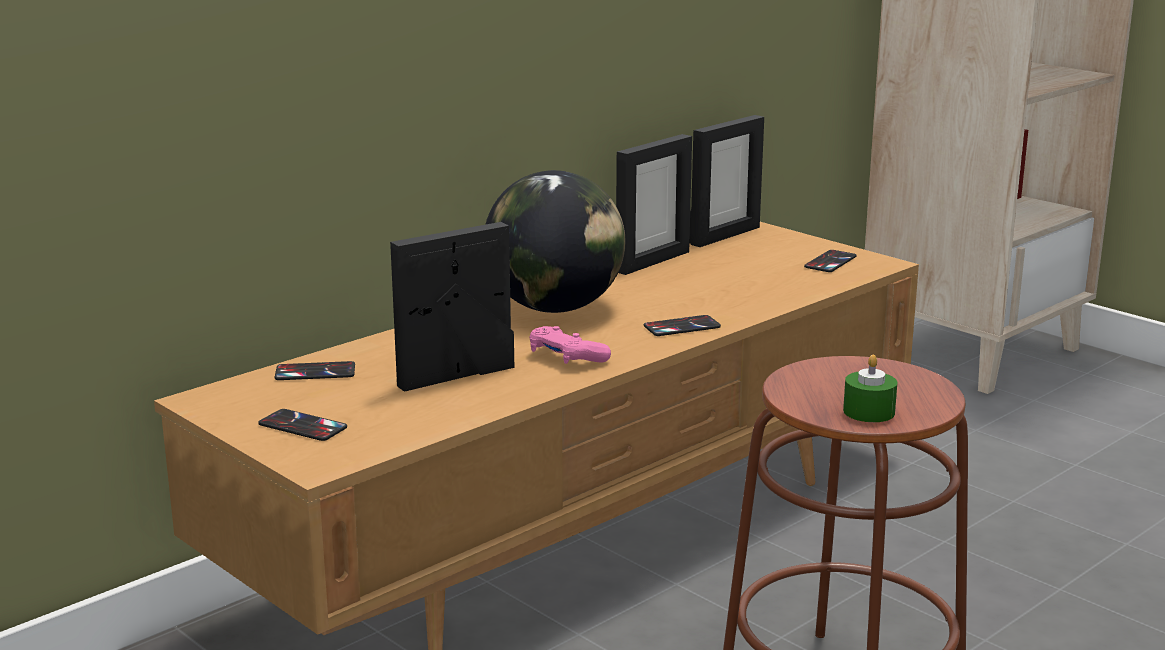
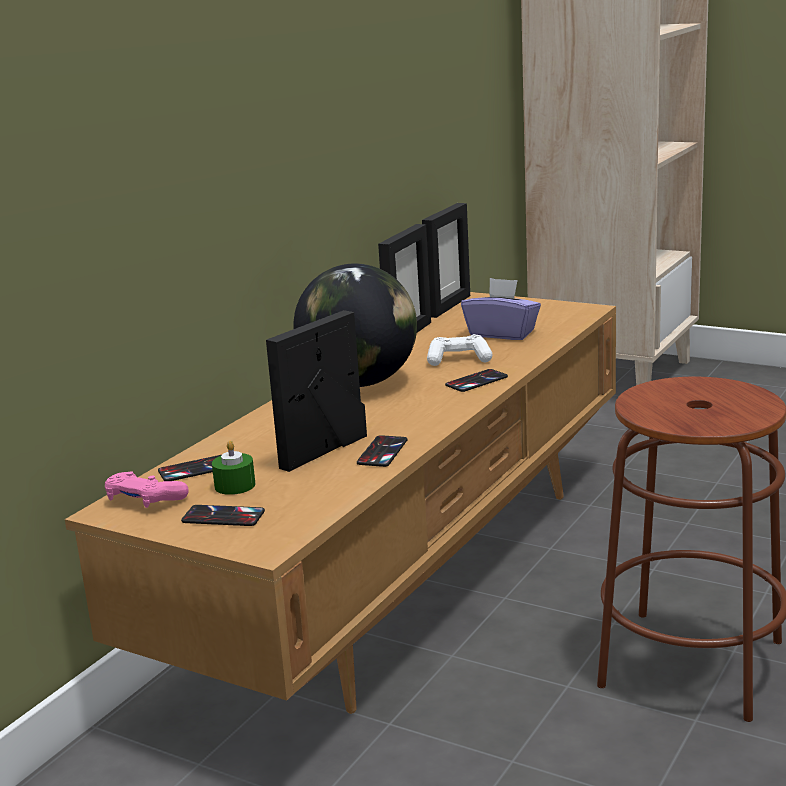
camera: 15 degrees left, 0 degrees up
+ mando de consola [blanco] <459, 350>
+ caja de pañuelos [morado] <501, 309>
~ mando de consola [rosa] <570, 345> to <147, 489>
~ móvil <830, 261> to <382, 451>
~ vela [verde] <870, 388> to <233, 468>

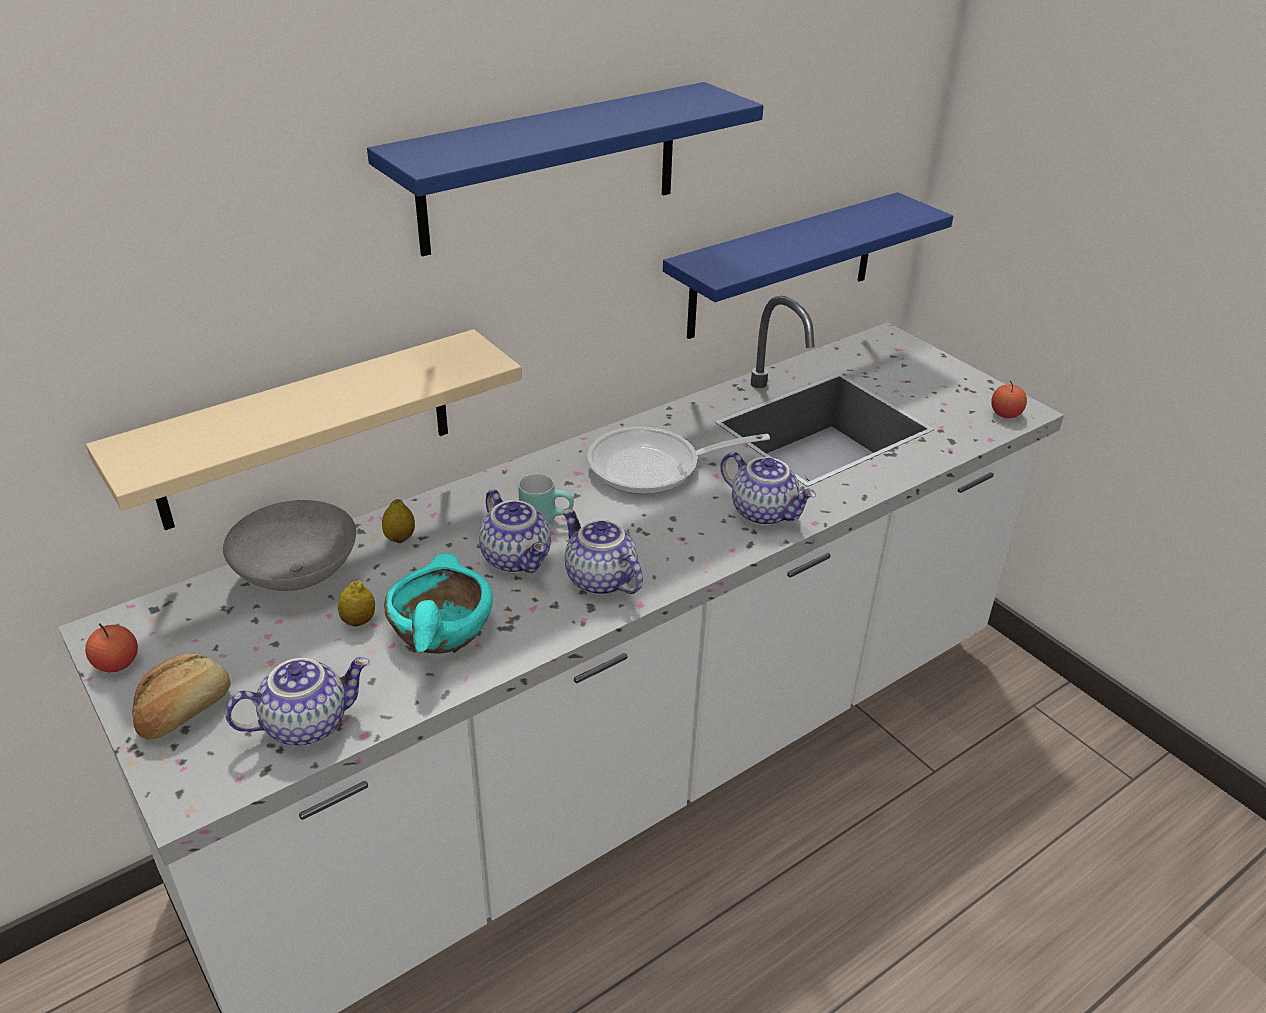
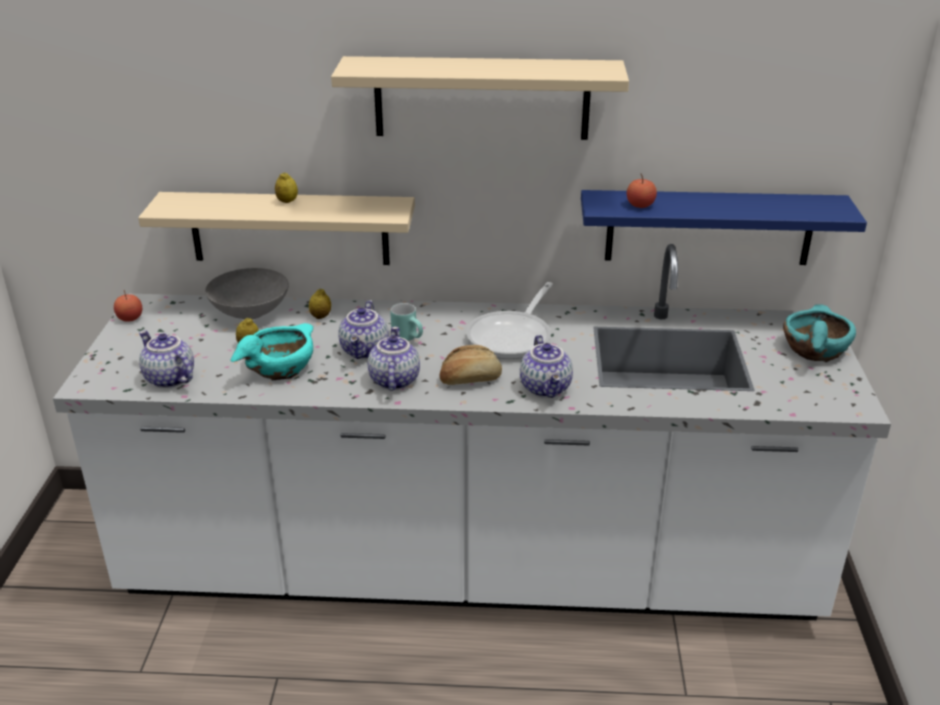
camera: 40 degrees right, 5 degrees down
+ limón <286, 188>
+ cuenco [turquesa] <819, 333>
~ pan <181, 697> to <470, 365>
~ manzana <1009, 399> to <642, 191>
~ estante [azul] <565, 169> to estante [beis] <480, 98>
~ tetera <297, 701> = <166, 359> 150 degrees counterclockwise
~ sartén <678, 460> = <509, 320> 90 degrees counterclockwise

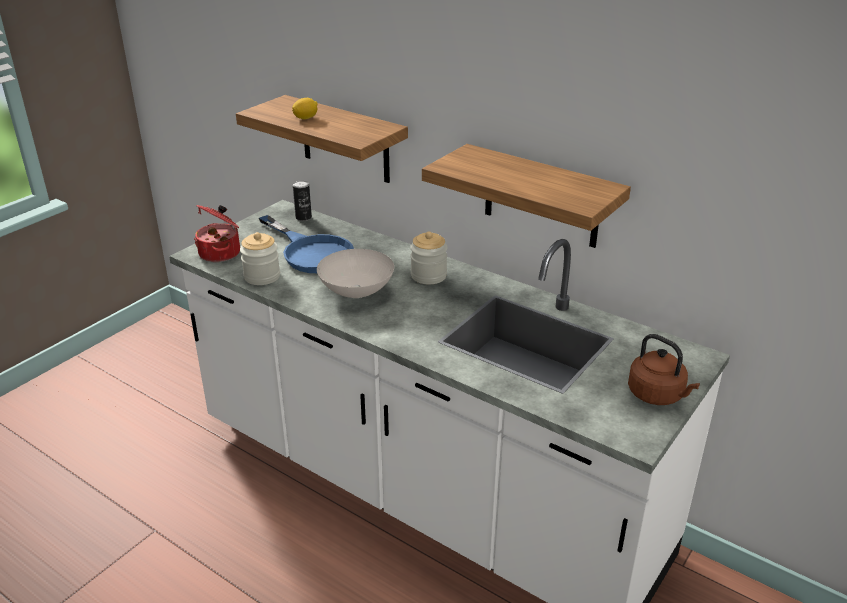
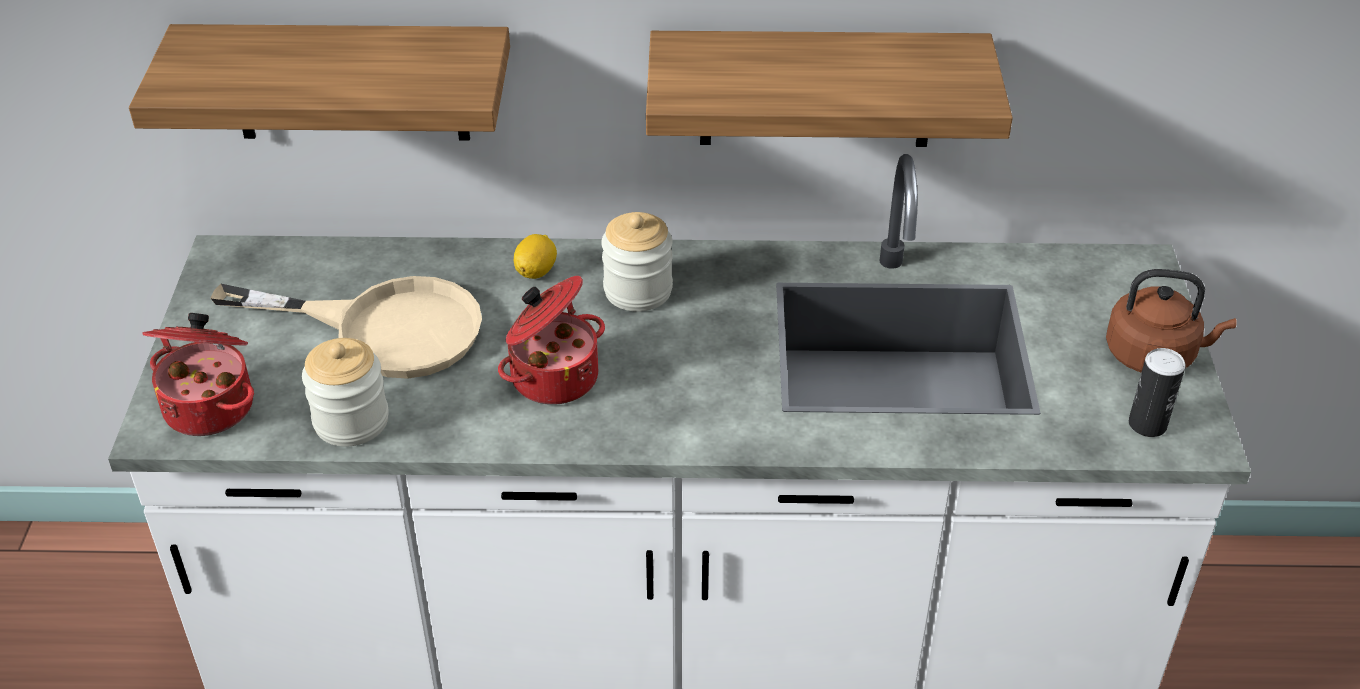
camera: 35 degrees left, 10 degrees up
~ limón <305, 108> to <535, 256>
~ lata <302, 200> to <1157, 392>
~ cuenco [blanco] <355, 273> to olla <551, 340>
~ sartén [azul] <306, 244> to sartén [beis] <346, 327>

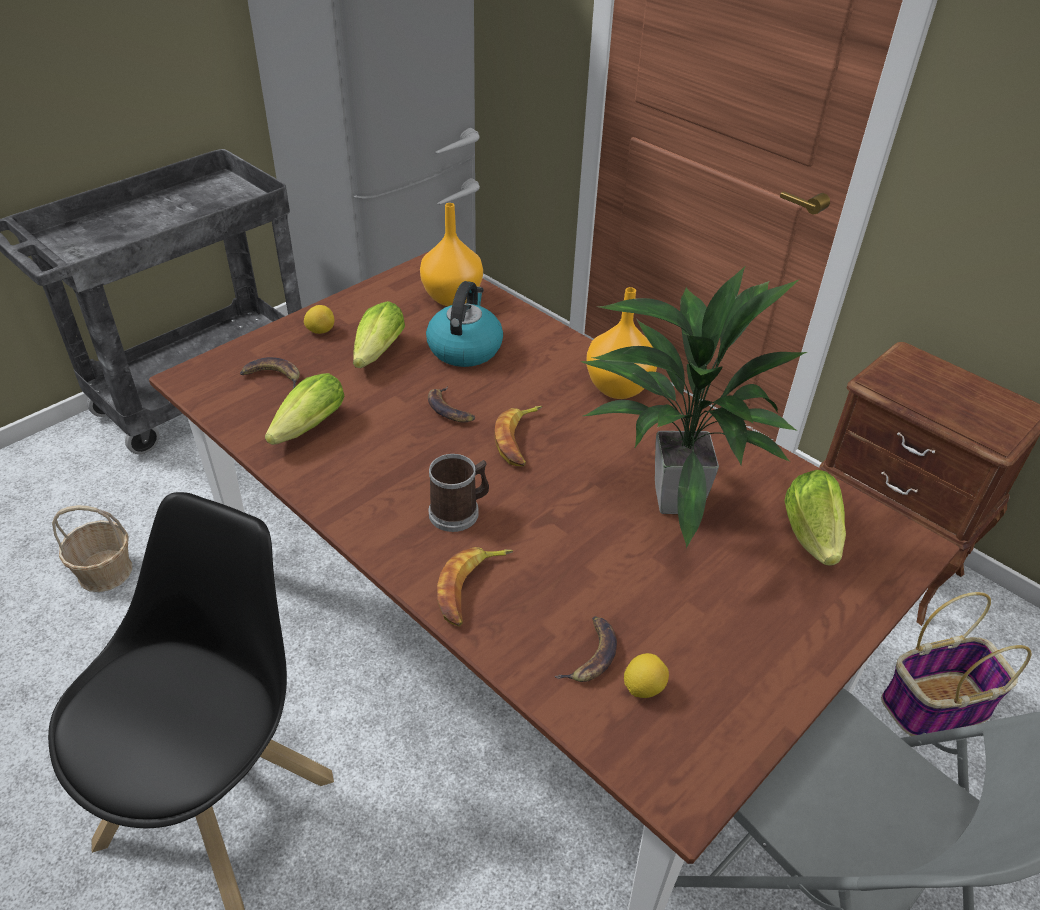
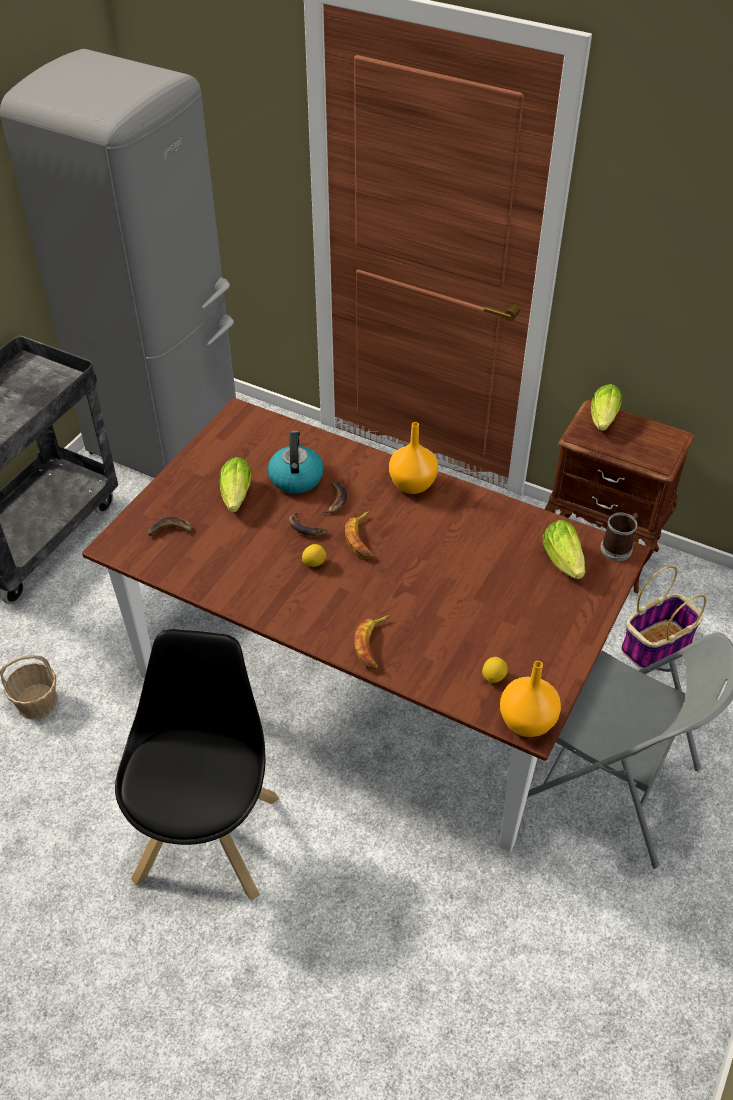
camera: 15 degrees left, 5 degrees up
- planta en maceta <693, 407>
~ lechuga <304, 409> to <606, 407>
~ limón <319, 319> to <314, 555>
~ florero [naranja] <451, 254> to <530, 699>
~ taza grande <458, 493> to <619, 537>
~ plátano <585, 649> to <333, 498>

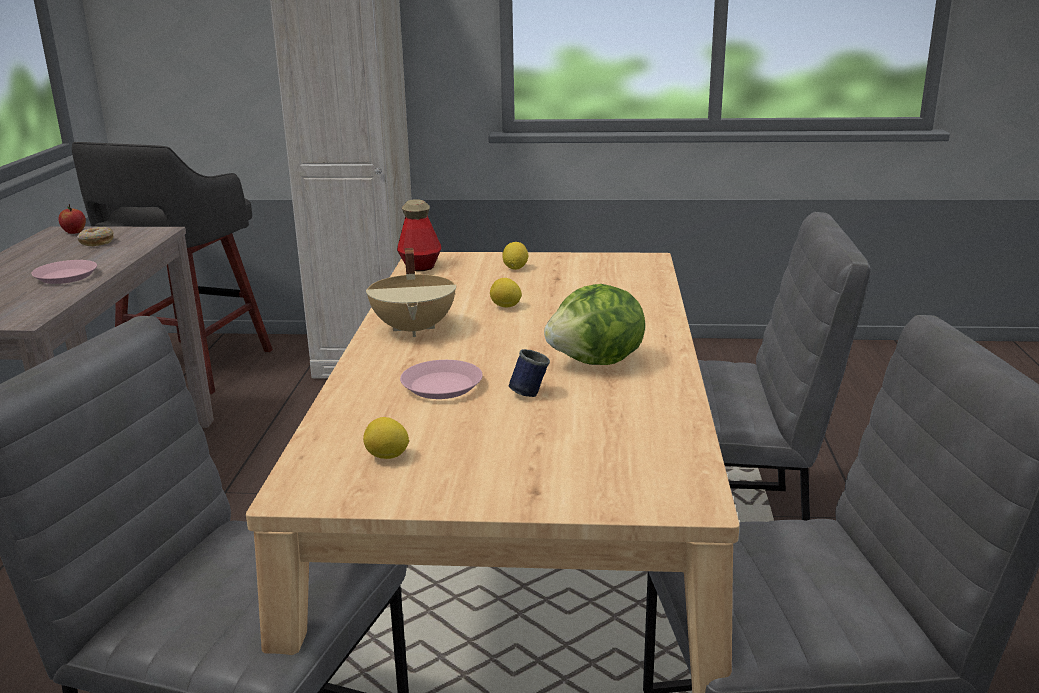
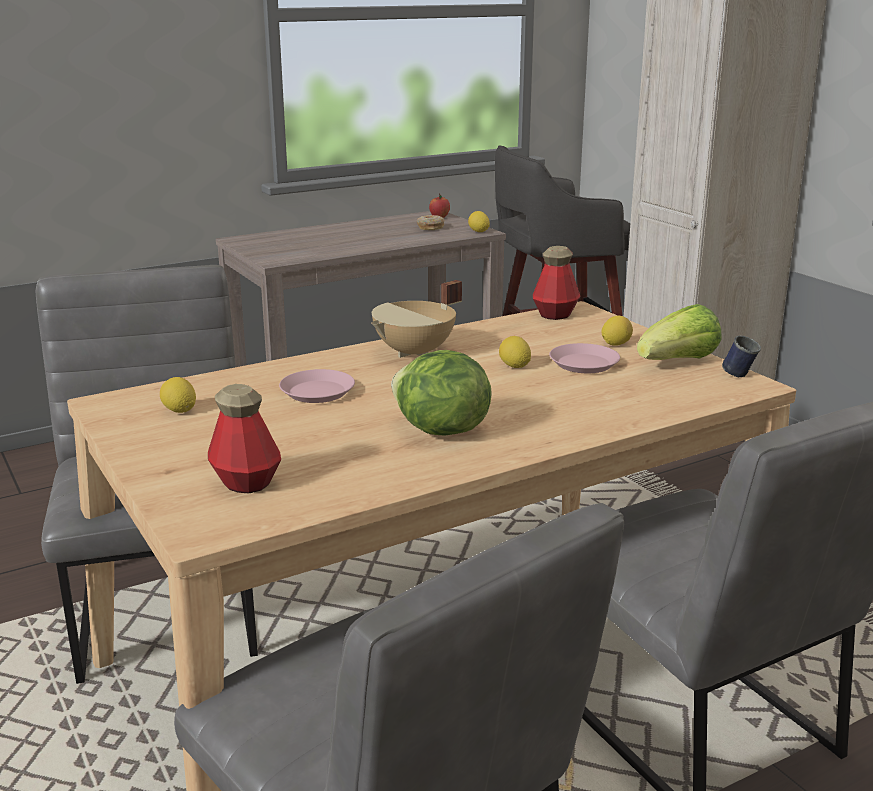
camera: 55 degrees right, 0 degrees up
+ botella <244, 438>
+ limón <479, 221>
+ lechuga <679, 332>
~ plato [rosa] <64, 272> to <584, 358>
~ taza grande [azul] <529, 373> to <741, 356>

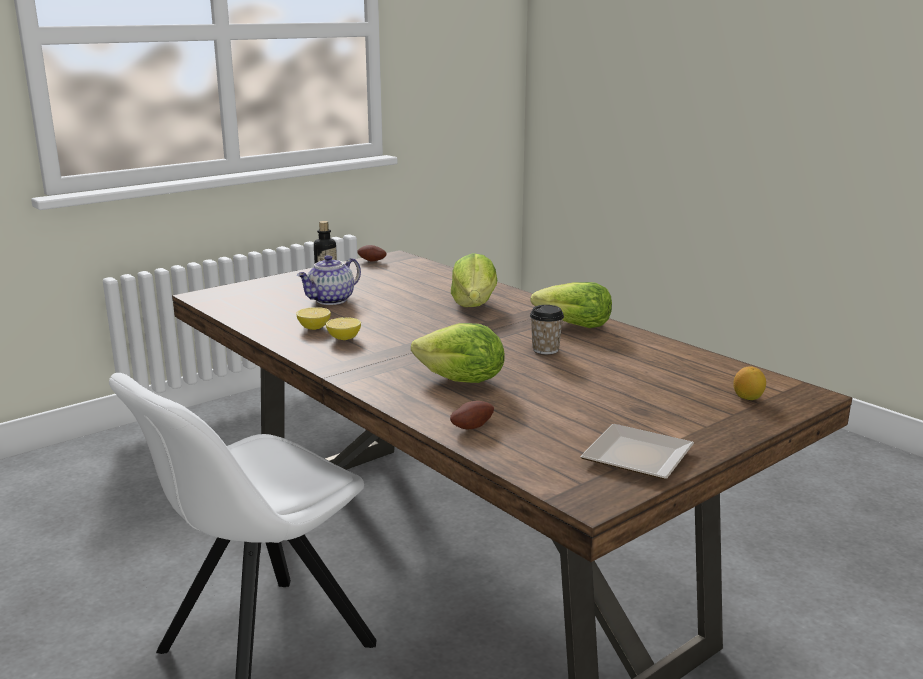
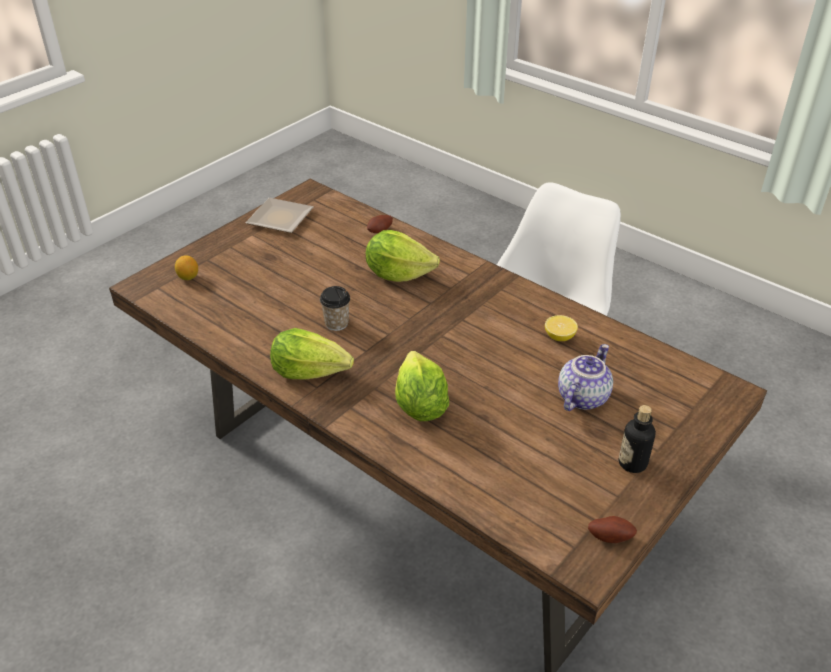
camera: 170 degrees right, 20 degrees up
- limón <343, 328>

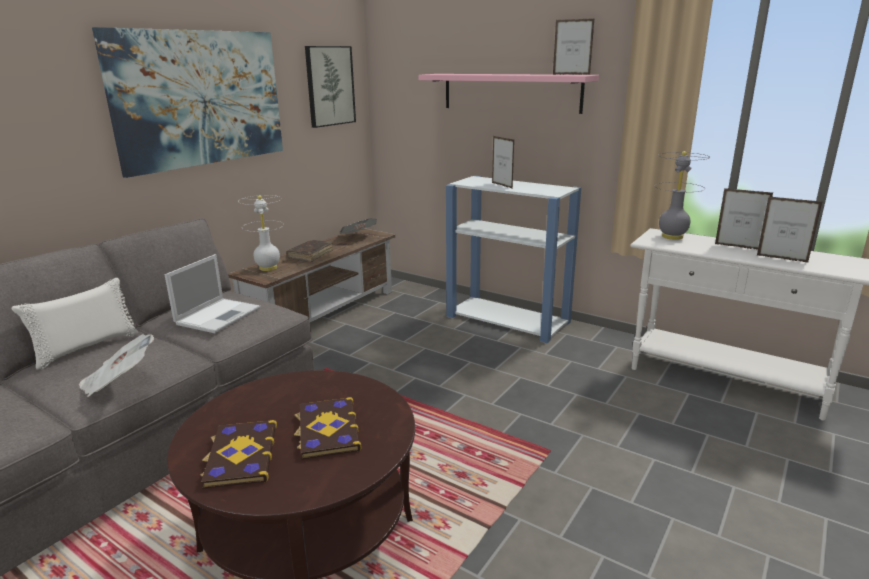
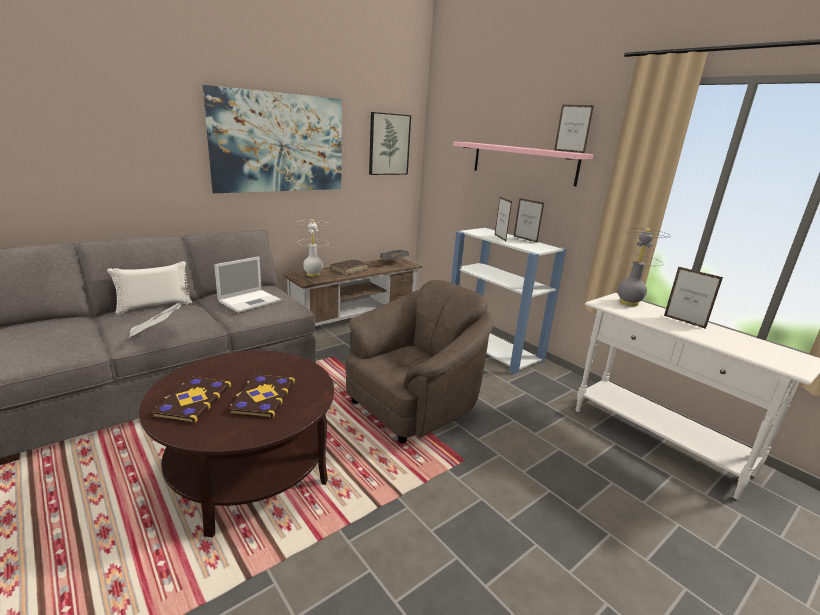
camera: 15 degrees right, 0 degrees up
+ sillón [marrón] <419, 361>
~ portarretratos <789, 230> to <529, 220>

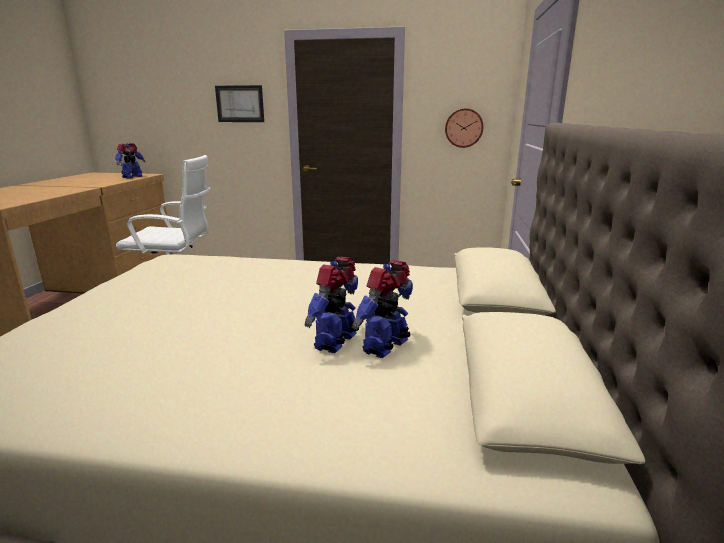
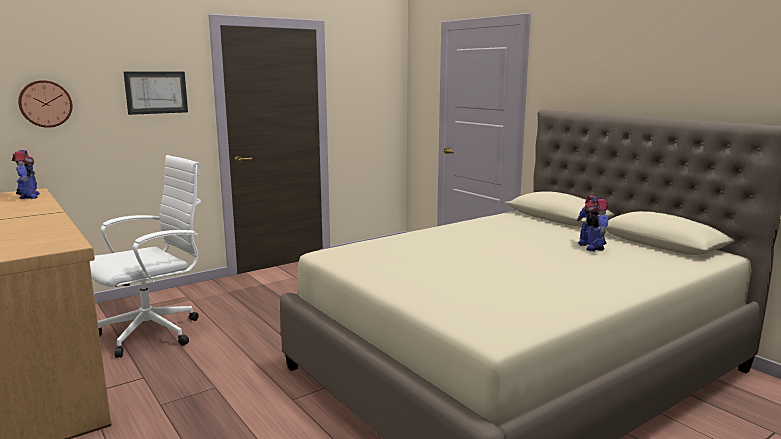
camera: 45 degrees left, 5 degrees down
- robot de juguete <332, 305>
~ reloj de pared <464, 128> to <45, 104>

